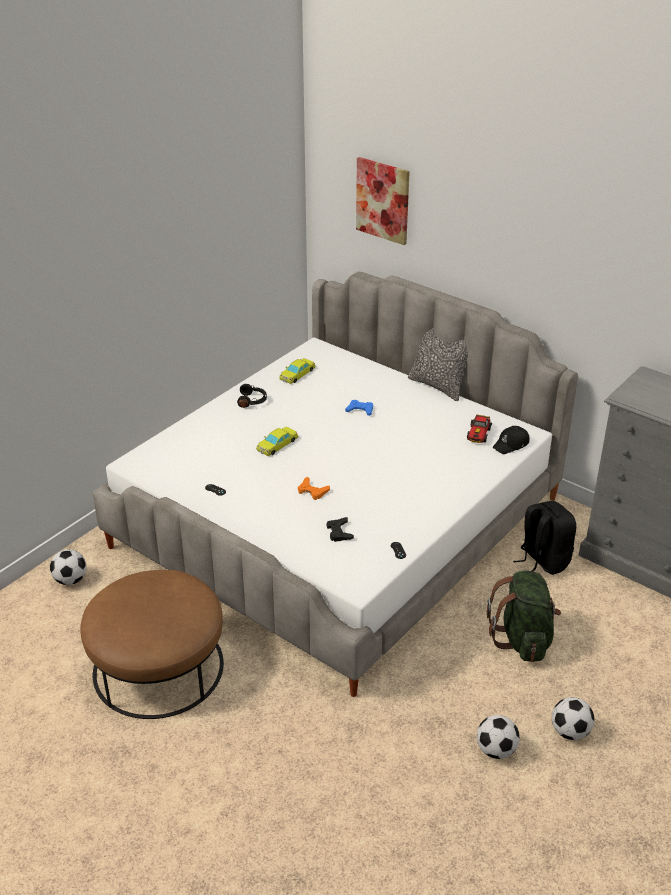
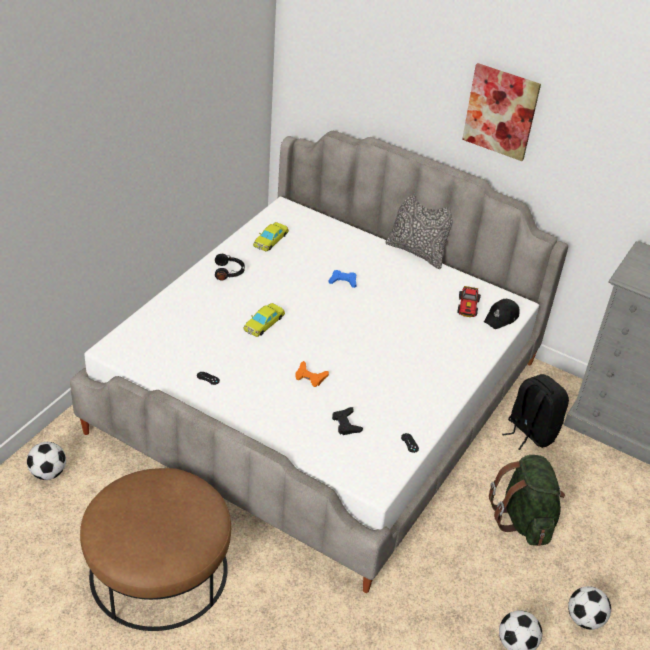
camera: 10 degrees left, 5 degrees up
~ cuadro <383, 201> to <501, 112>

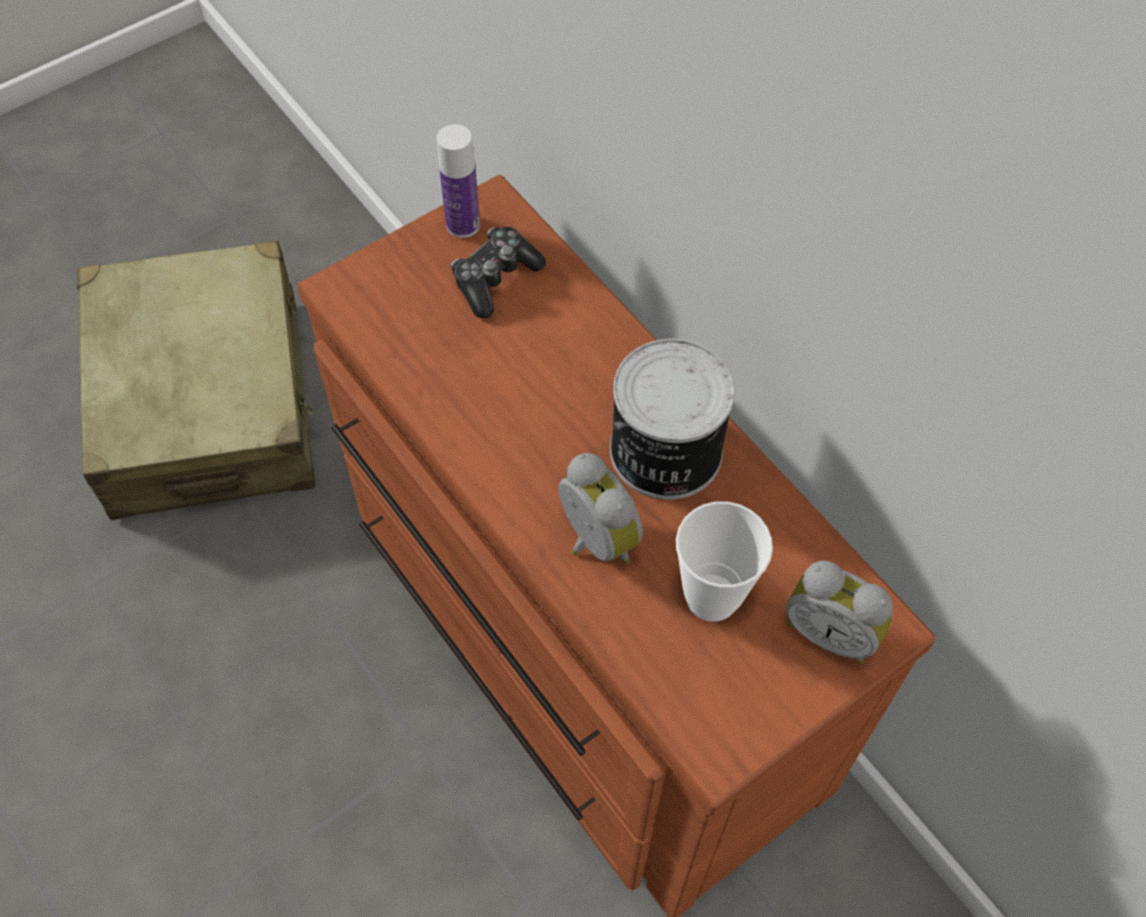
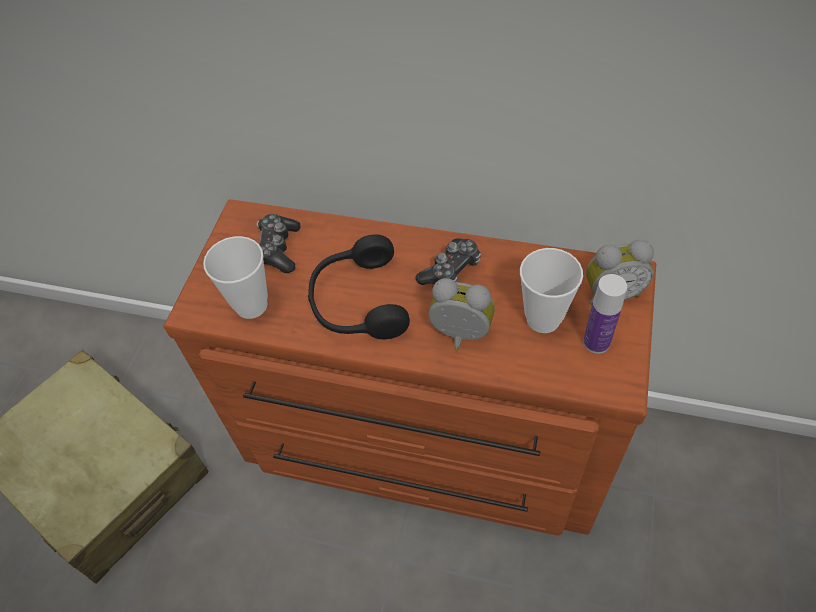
camera: 35 degrees left, 5 degrees down
+ taza <235, 277>
+ auriculares [negro] <359, 286>
~ botella <458, 181> to <605, 314>
~ lata <672, 419> to mando de consola <448, 261>

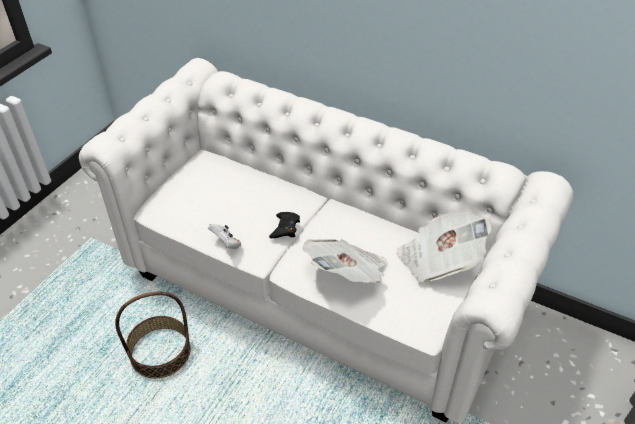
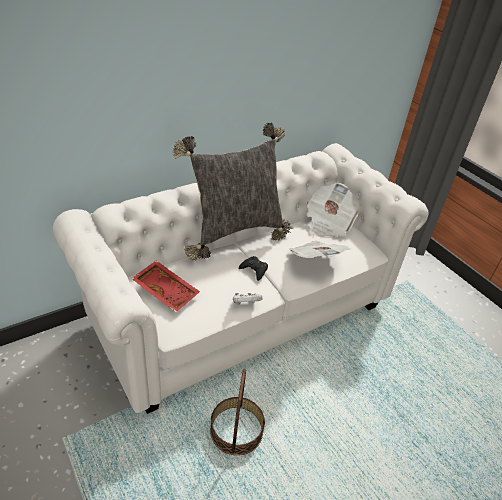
camera: 65 degrees left, 5 degrees down
+ bandeja [rojo] <165, 286>
+ cojín <232, 191>

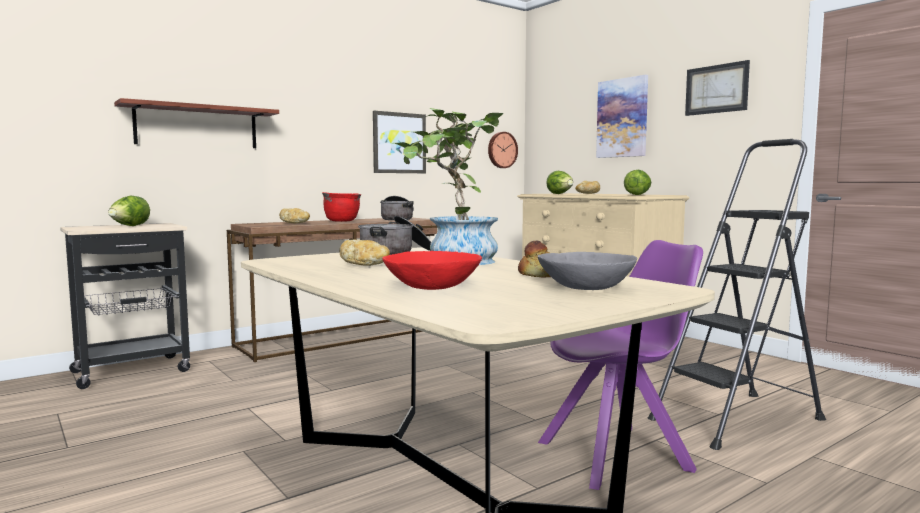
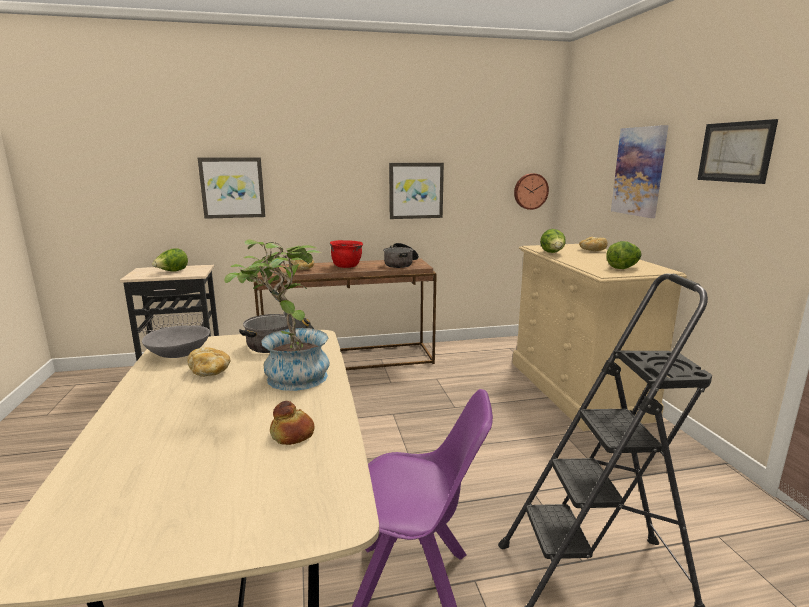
camera: 25 degrees right, 10 degrees up
- cuenco [rojo] <432, 270>
~ cuenco [gris] <587, 271> to <176, 341>
~ estante <196, 123> to cuadro <231, 188>

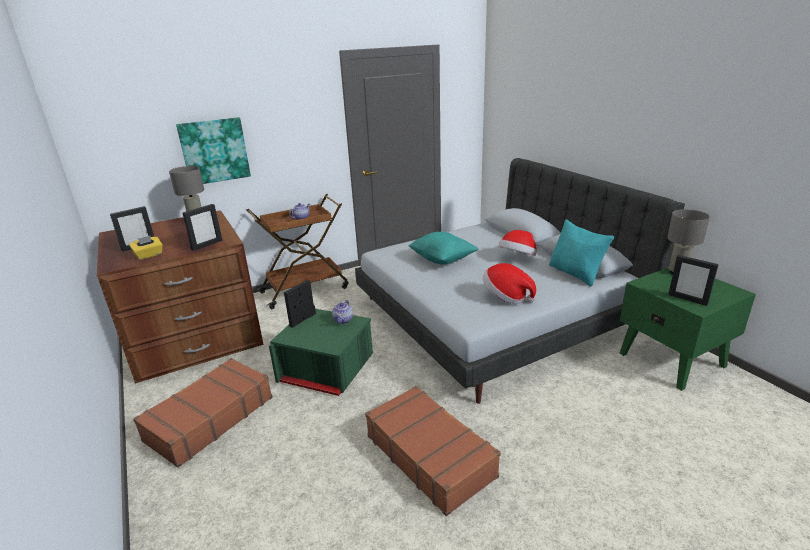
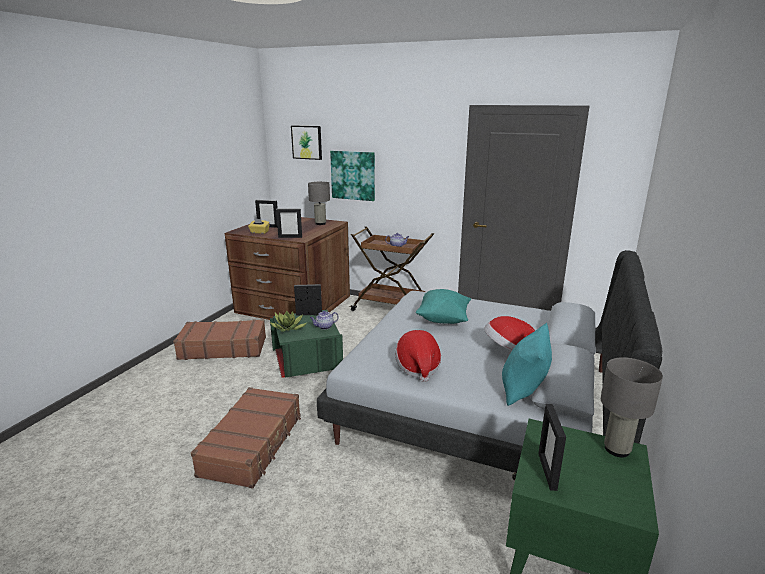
camera: 50 degrees right, 5 degrees down
+ planta en maceta <288, 321>
+ cuadro <306, 142>

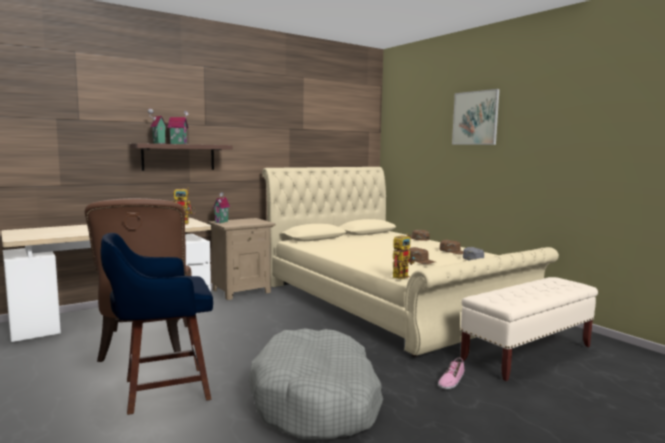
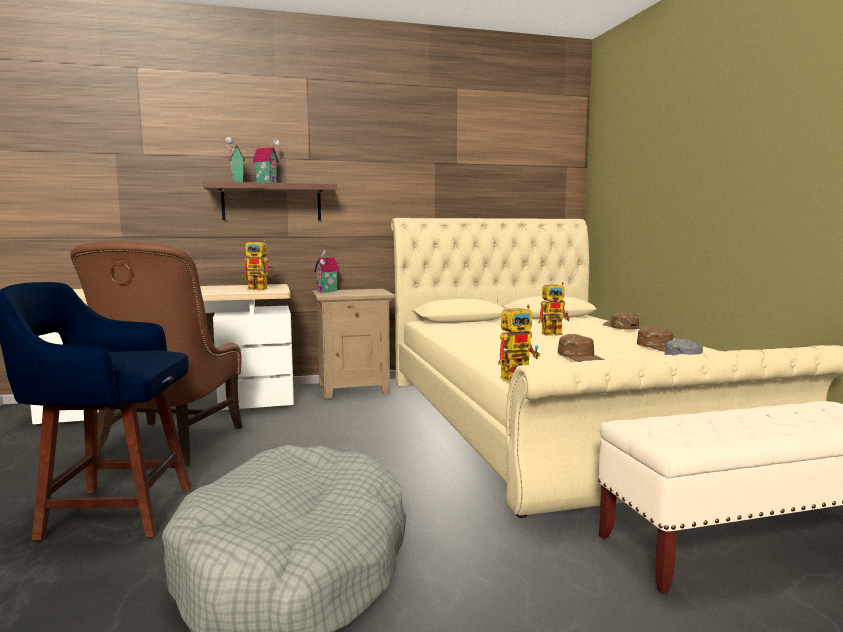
camera: 20 degrees right, 0 degrees up
- zapato <451, 373>
- cuadro <476, 117>
+ robot de juguete <554, 309>

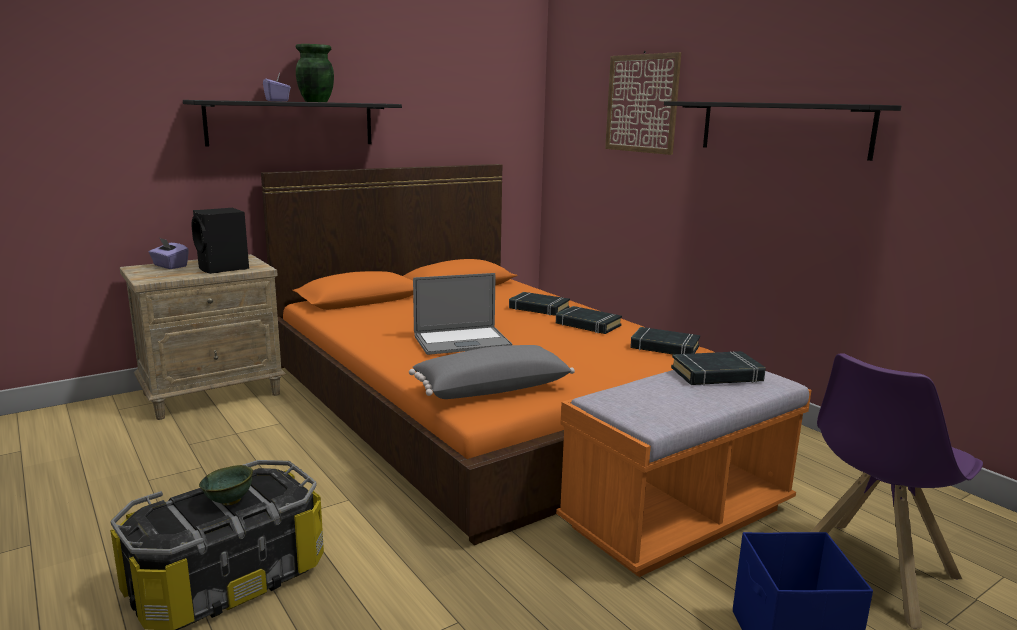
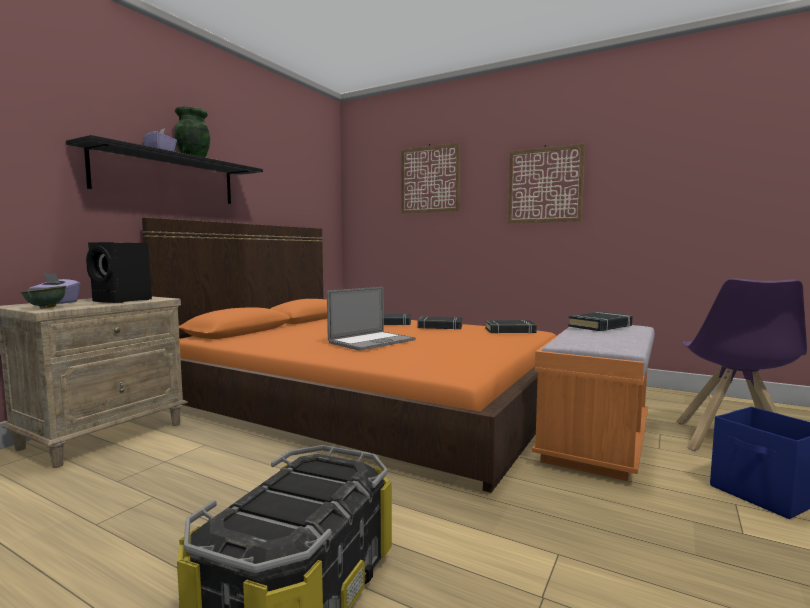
camera: 25 degrees left, 10 degrees down
- cojín [gris] <492, 372>
~ cuenco [verde] <226, 485> to <43, 297>
~ estante [negro] <782, 131> to cuadro <546, 183>

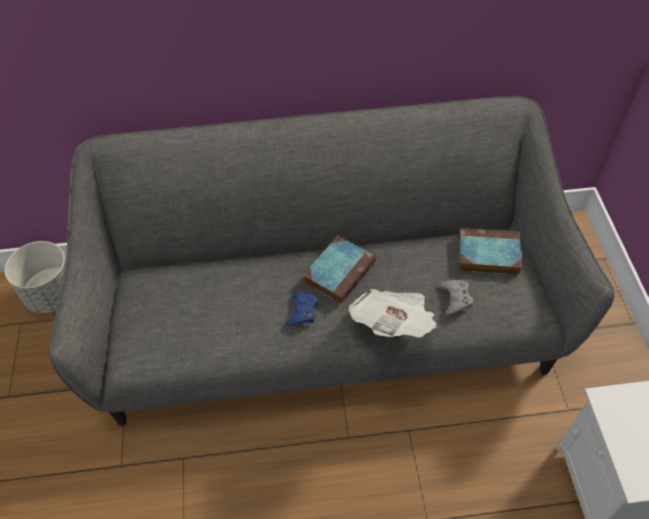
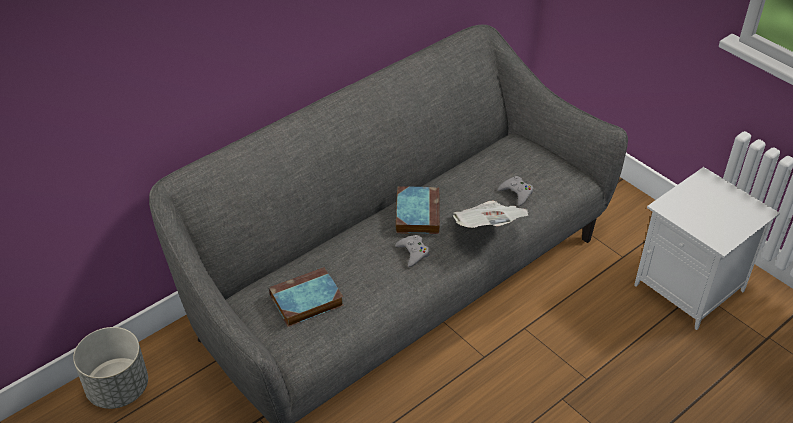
camera: 35 degrees left, 10 degrees down
~ libro <491, 251> to <306, 297>
~ mando de consola [azul] <302, 308> to mando de consola [gris] <412, 251>

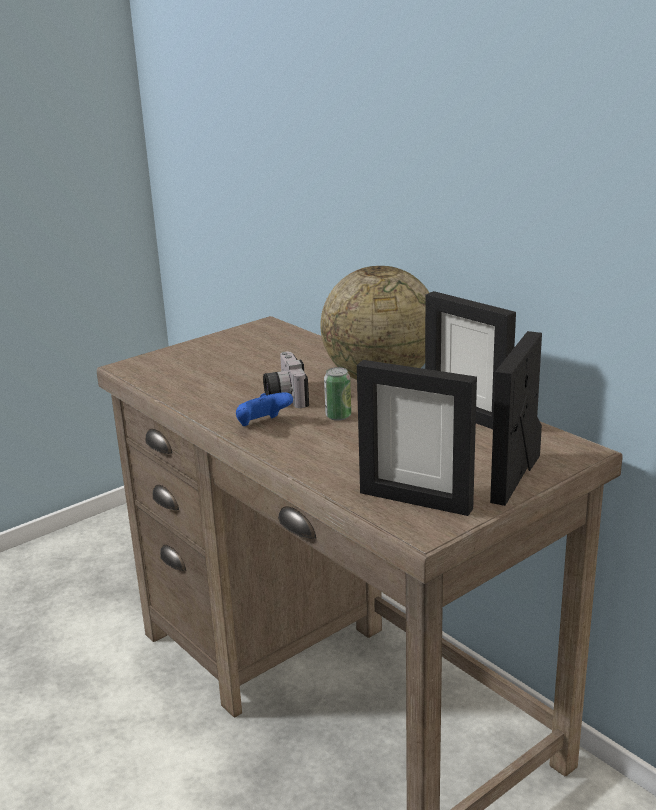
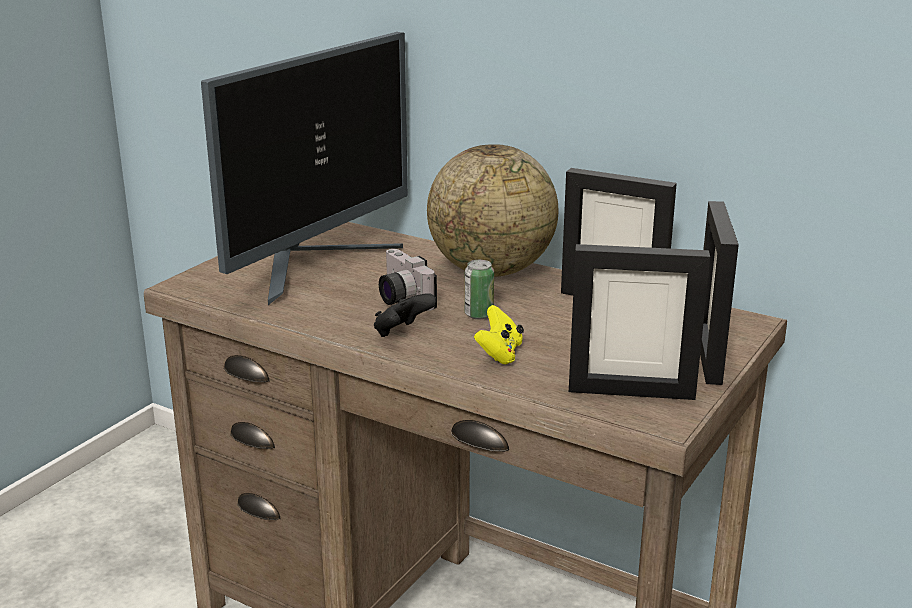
camera: 20 degrees left, 0 degrees up
+ monitor <304, 168>
+ mando de consola [amarillo] <499, 334>
~ mando de consola [azul] <264, 409> to mando de consola [negro] <405, 315>

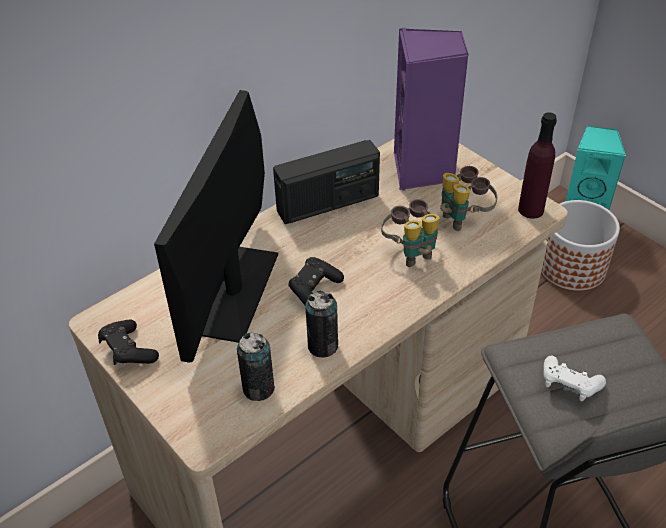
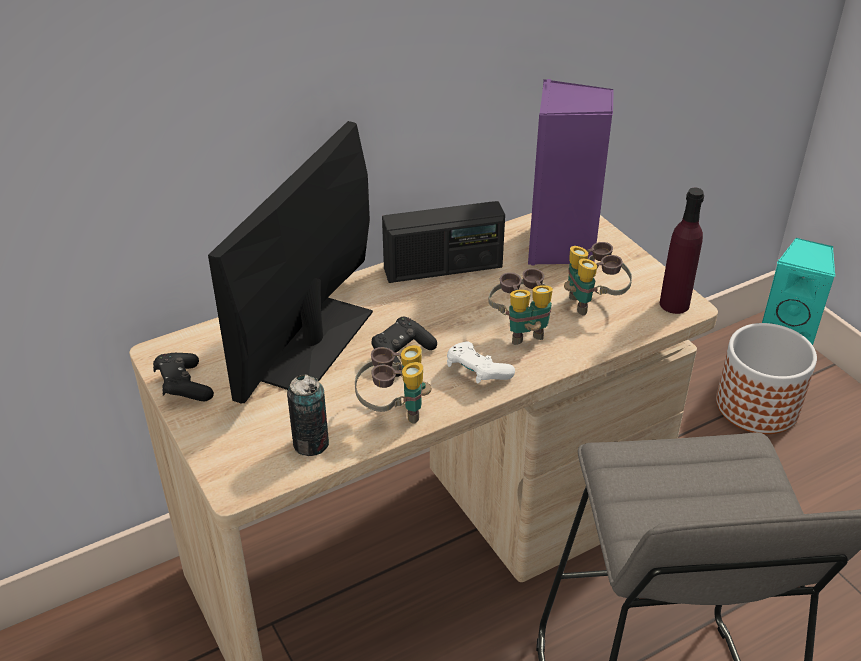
camera: 10 degrees right, 5 degrees down
~ mando de consola [blanco] <574, 378> to <481, 362>
~ lata <321, 324> to prismáticos <393, 384>

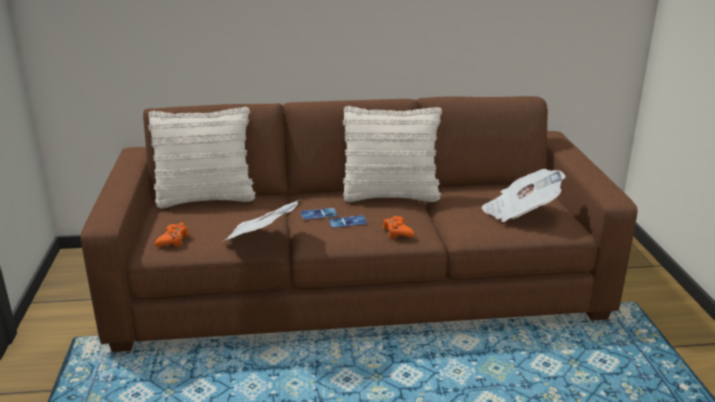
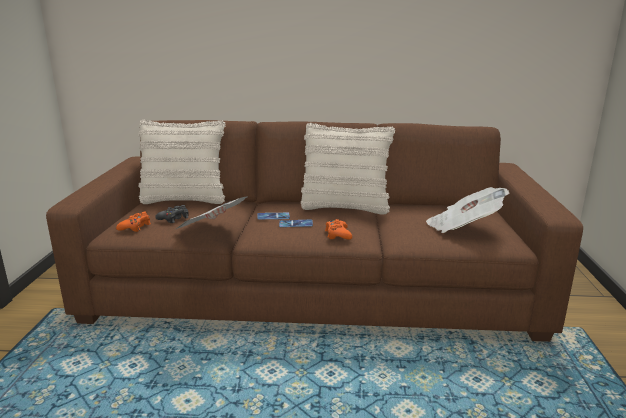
camera: 10 degrees right, 5 degrees down
+ mando de consola [negro] <172, 214>

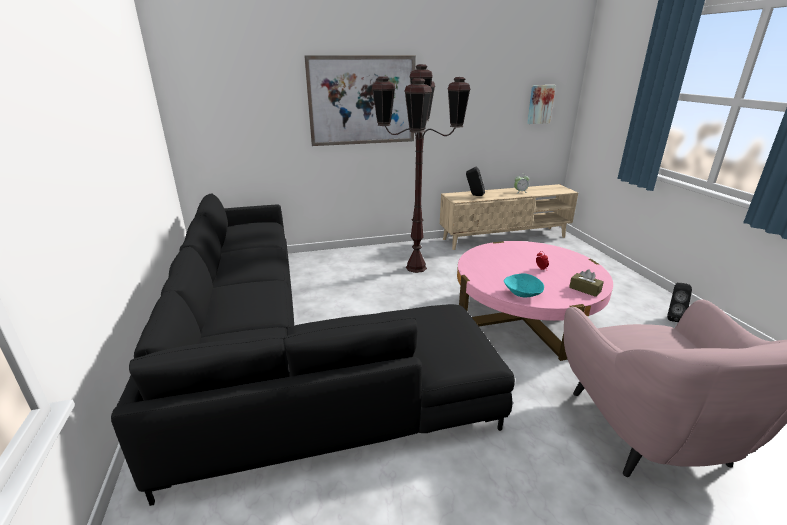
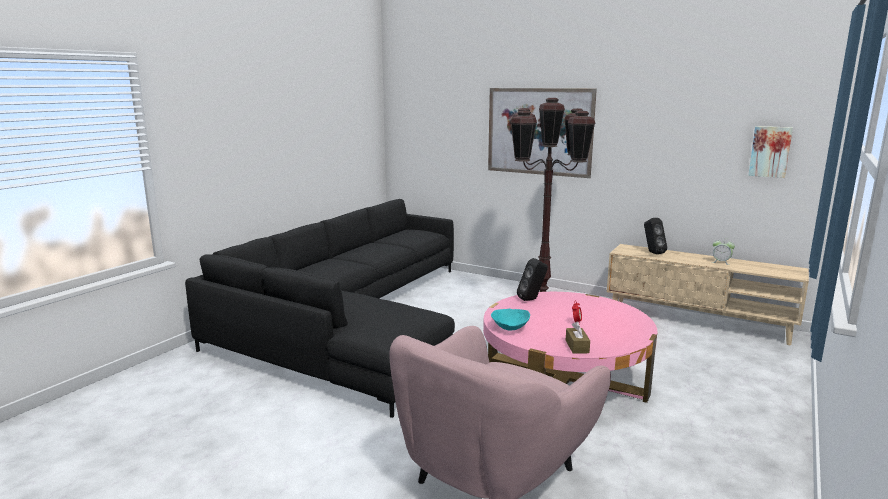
camera: 45 degrees right, 10 degrees down
~ altavoz [negro] <679, 302> to <532, 279>

